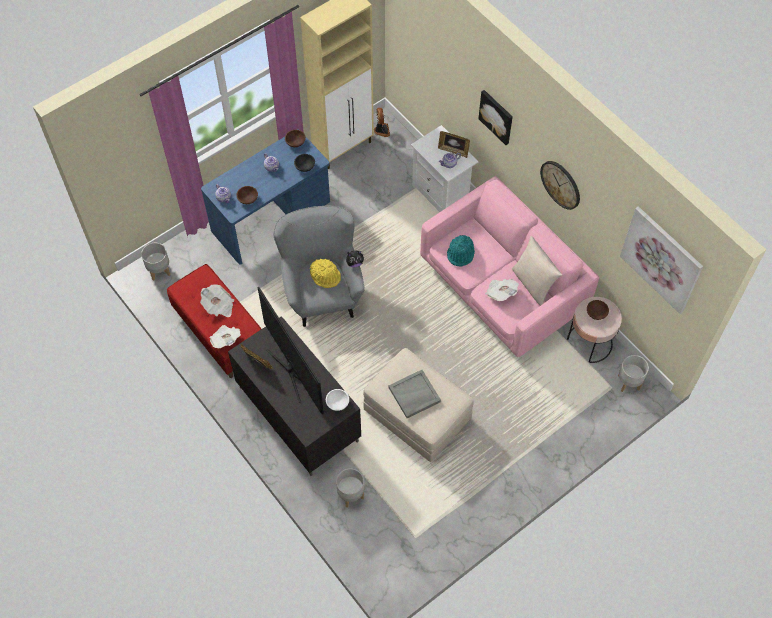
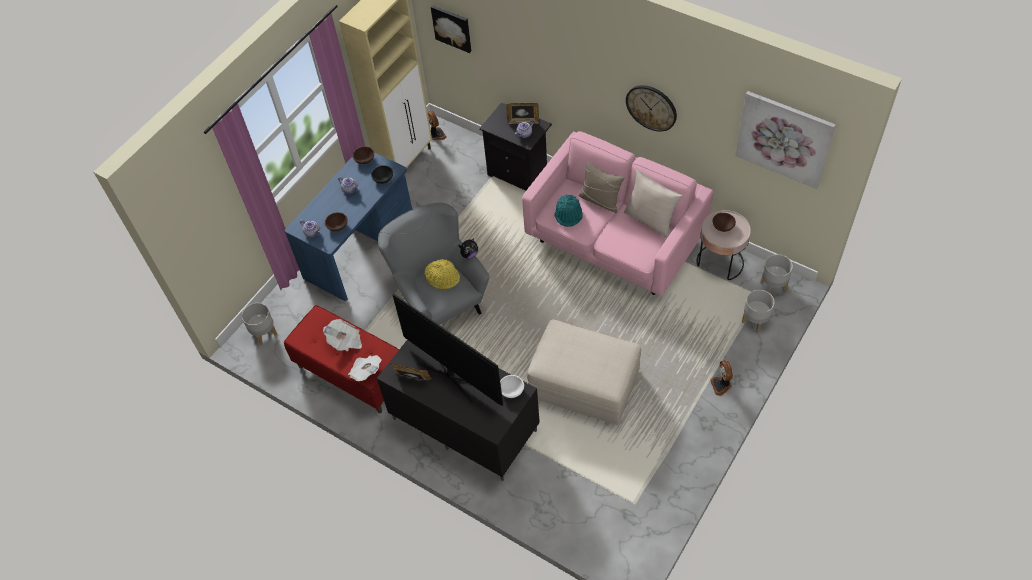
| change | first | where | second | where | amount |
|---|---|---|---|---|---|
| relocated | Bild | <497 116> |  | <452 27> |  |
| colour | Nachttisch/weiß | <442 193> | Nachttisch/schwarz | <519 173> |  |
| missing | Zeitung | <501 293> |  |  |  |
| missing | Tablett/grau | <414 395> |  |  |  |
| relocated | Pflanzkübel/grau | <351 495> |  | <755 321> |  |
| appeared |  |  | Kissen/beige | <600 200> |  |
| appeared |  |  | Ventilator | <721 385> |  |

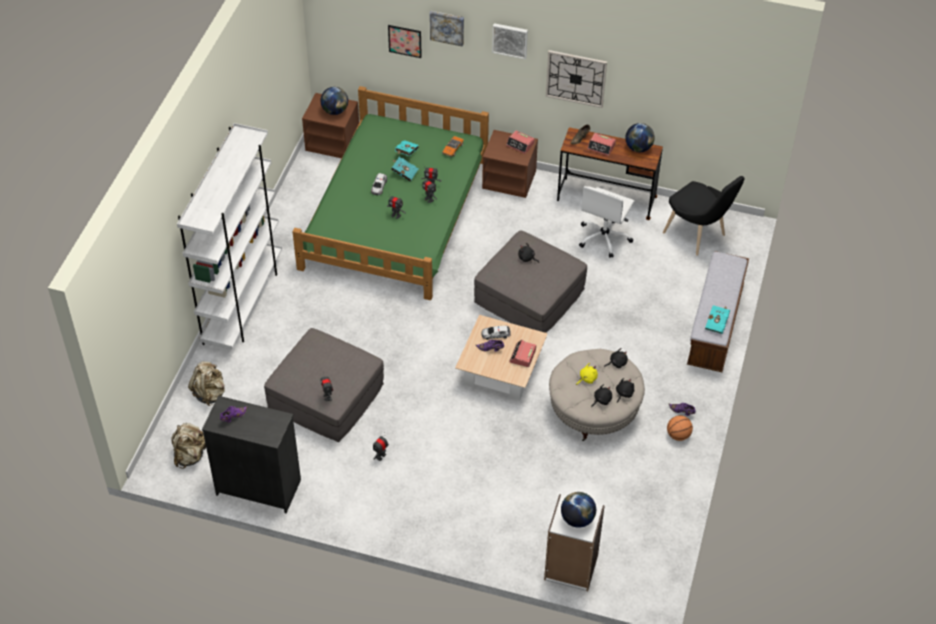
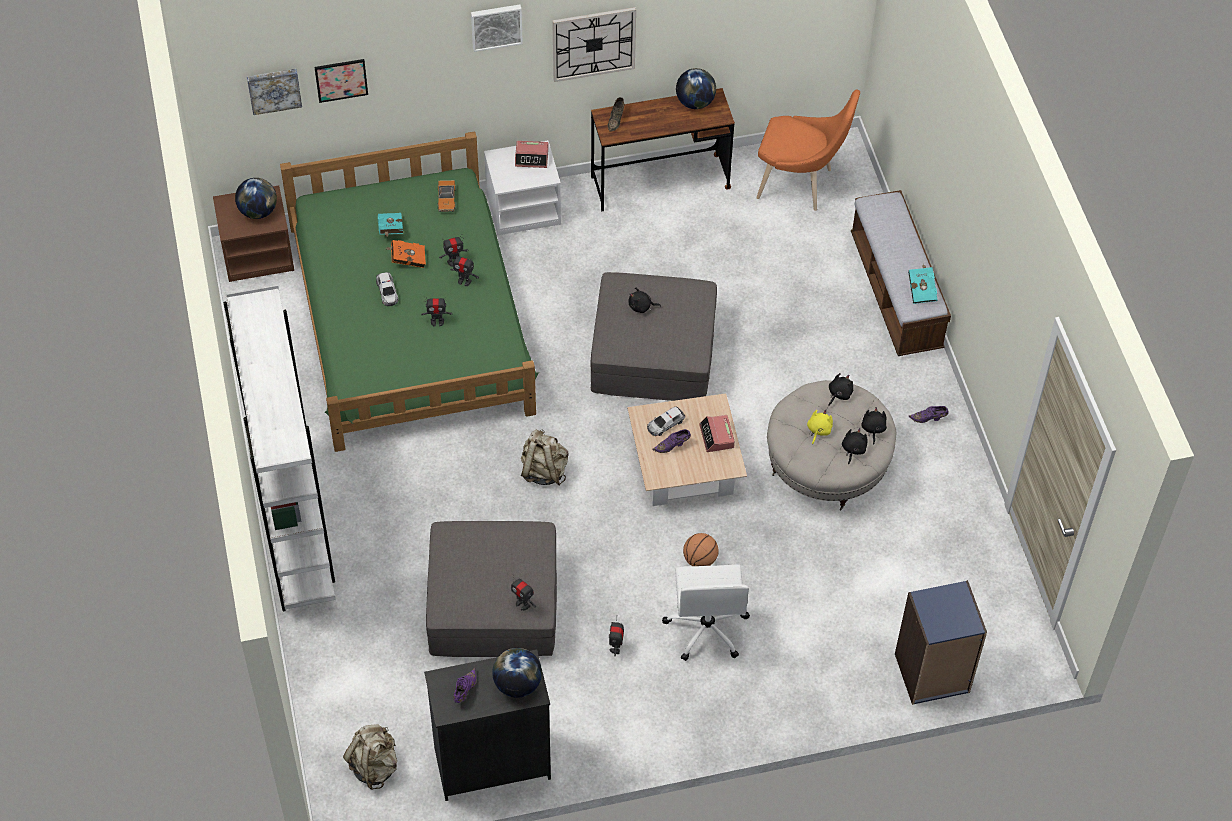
| change | first | where | second | where | amount |
|---|---|---|---|---|---|
| relocated | Bild | <447 27> |  | <274 89> |  |
| colour | Nachttisch/braun | <510 180> | Nachttisch/weiß | <524 208> |  |
| missing | Wecker | <601 147> |  |  |  |
| colour | Buch/türkis | <404 173> | Buch/orange | <407 259> |  |
| colour | Stuhl/schwarz | <697 236> | Stuhl/orange | <800 184> |  |
| relocated | Bürostuhl/weiß | <604 238> |  | <707 628> |  |
| relocated | Rucksack/beige | <209 393> |  | <544 470> |  |
| relocated | Basketball | <678 435> |  | <700 560> |  |
| relocated | Globus | <577 519> |  | <517 684> |  |
| colour | Bücherregal/weiß | <570 568> | Bücherregal/blau | <932 674> |  |

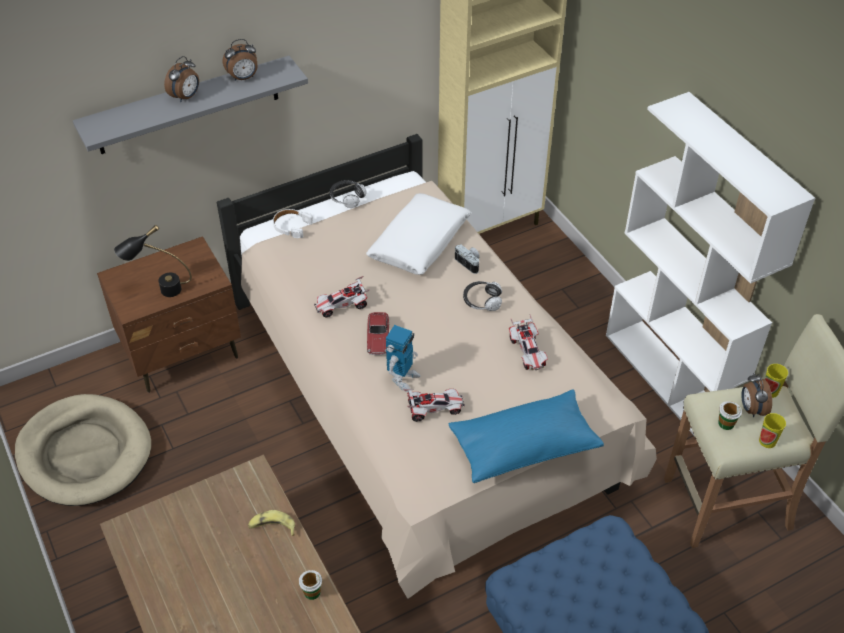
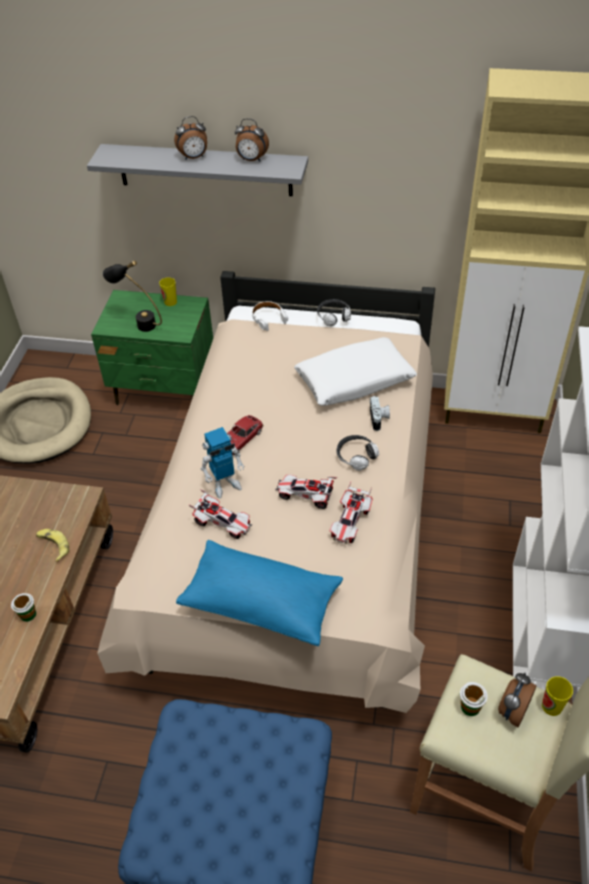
| change | first | where | second | where | amount |
|---|---|---|---|---|---|
| colour | Nachttisch/braun | <183 352> | Nachttisch/grün | <165 389> |  |
| relocated | Spielzeugauto | <342 306> |  | <306 496> |  |
| relocated | Tasse | <767 441> |  | <170 302> |  |

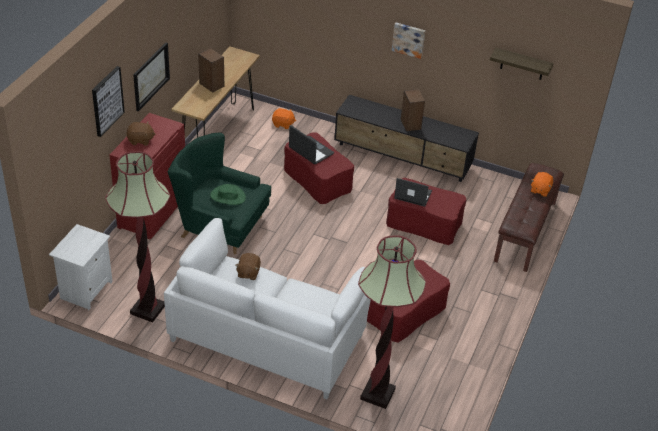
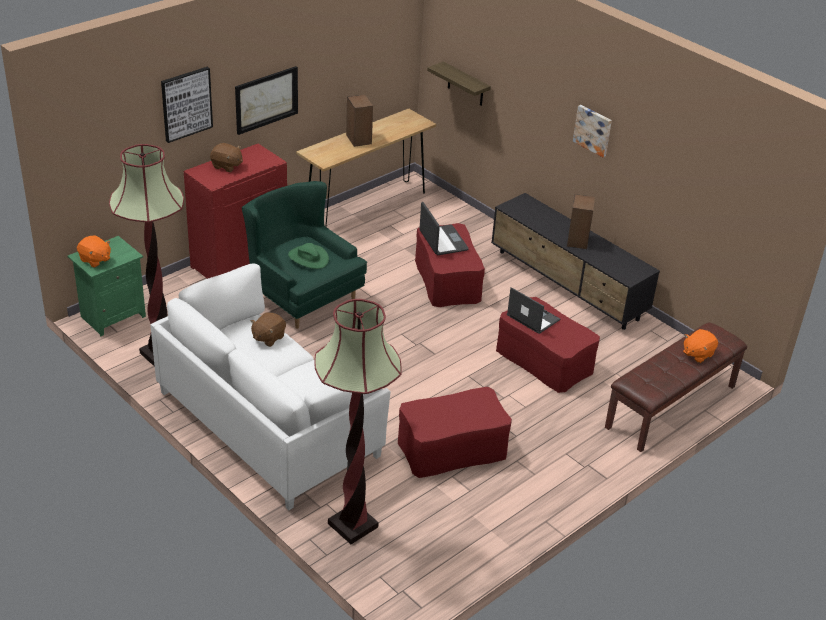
| change | first | where | second | where | amount |
|---|---|---|---|---|---|
| relocated | Wandregal | <522 64> |  | <465 85> |  |
| relocated | Plüschtier/orange | <283 124> |  | <95 260> |  |
| colour | Nachttisch/weiß | <85 290> | Nachttisch/grün | <112 316> |  |

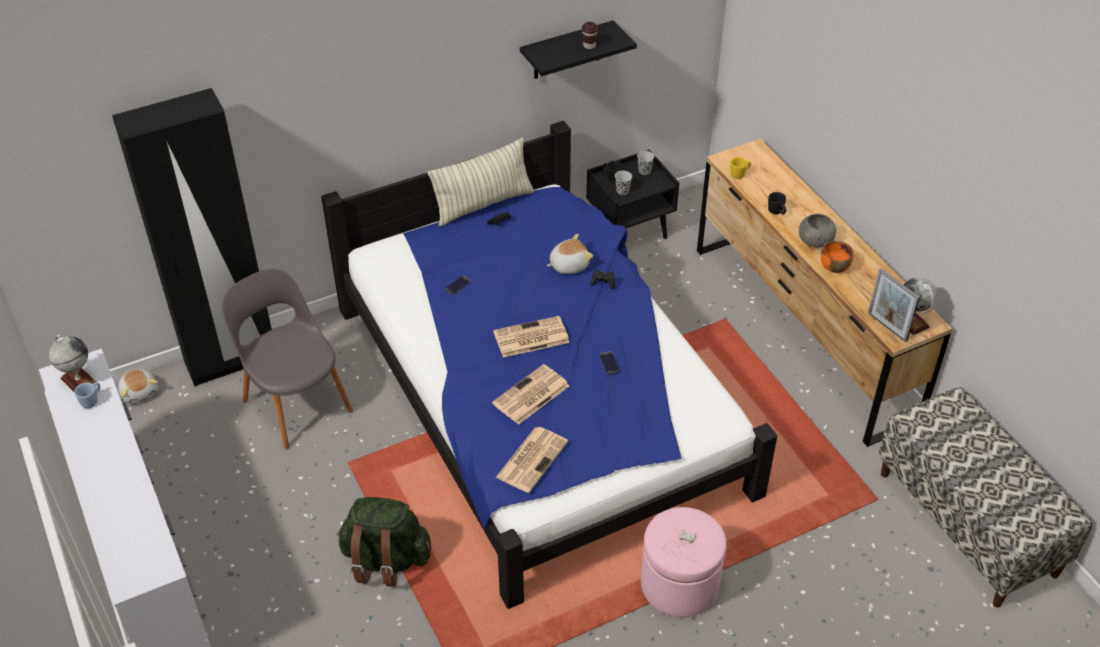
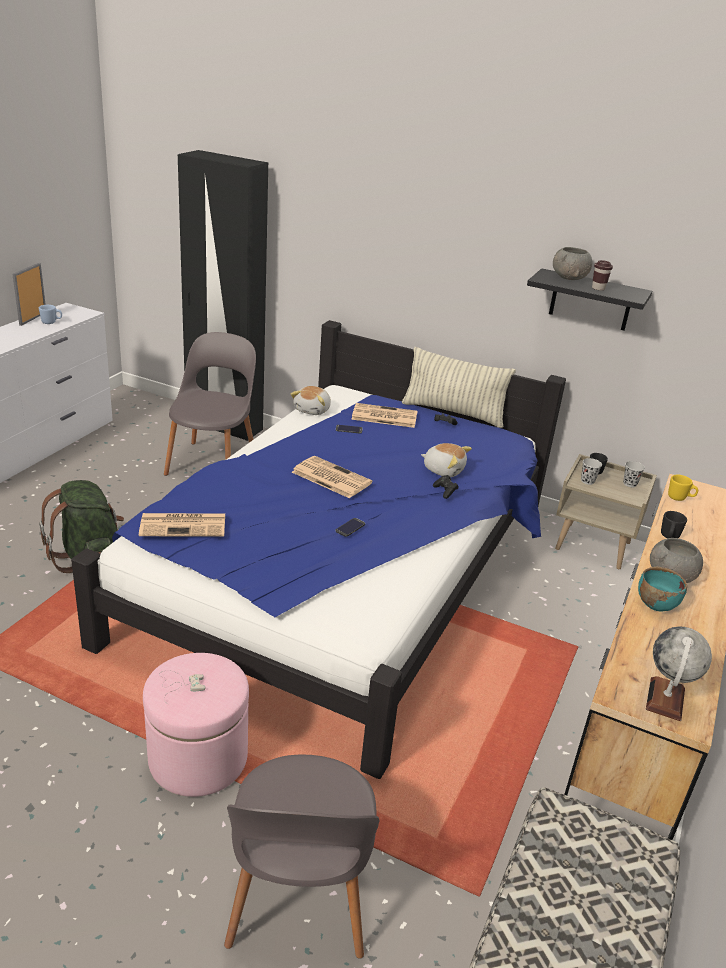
| change | first | where | second | where | amount |
|---|---|---|---|---|---|
| colour | Nachttisch/schwarz | <629 232> | Nachttisch/beige | <594 546> |  |
| colour | Schüssel/orange | <834 267> | Schüssel/türkis | <656 603> |  |
| relocated | Bilderrahmen | <887 327> |  | <33 318> |  |
| missing | Globus | <79 381> |  |  |  |
| relocated | Zeitung | <530 396> |  | <383 416> |  |
| relocated | Plüschtier | <140 392> |  | <313 410> |  |
| appeared |  |  | Schüssel/grau | <569 278> |  |
| appeared |  |  | Stuhl/grau | <298 896> |  |

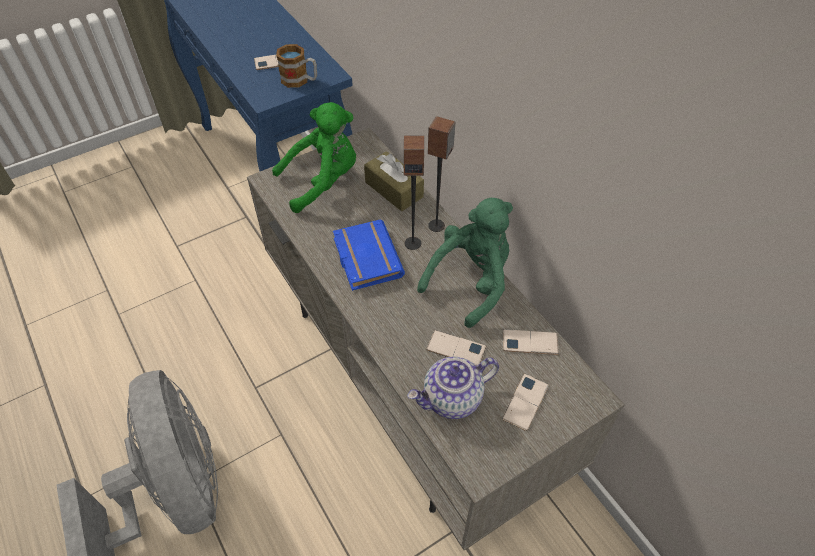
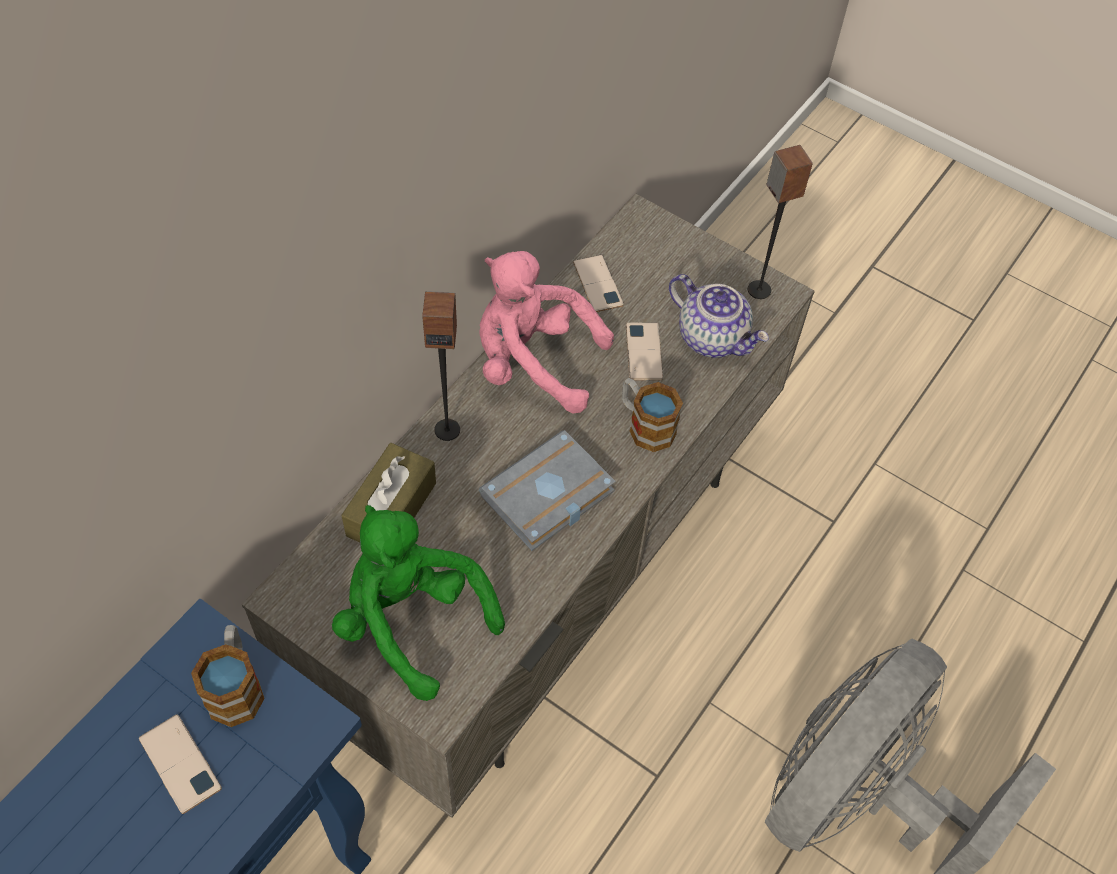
| change | first | where | second | where | amount |
|---|---|---|---|---|---|
| relocated | Lautsprecher | <413 243> |  | <758 290> |  |
| colour | Plüschtier/grün | <471 282> | Plüschtier/rosa | <533 363> |  |
| colour | Buch/blau | <365 258> | Buch/grau | <548 498> |  |
| missing | Handy | <525 402> |  |  |  |
| appeared |  |  | Henkelbecher | <645 425> |  |

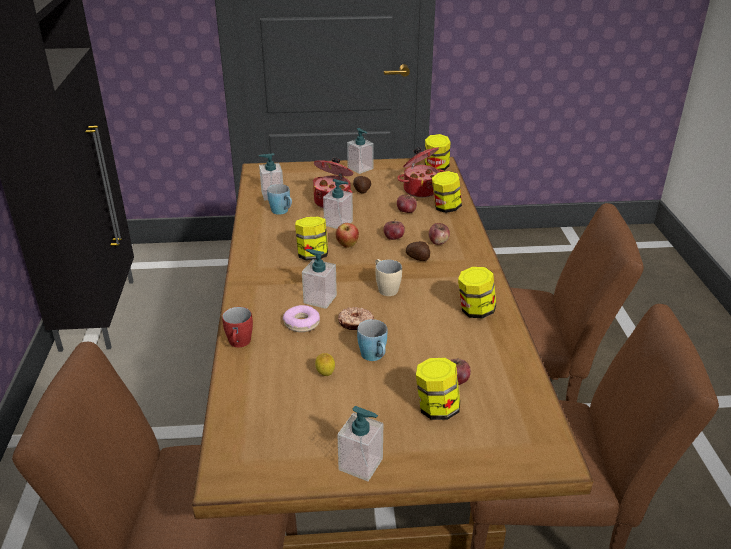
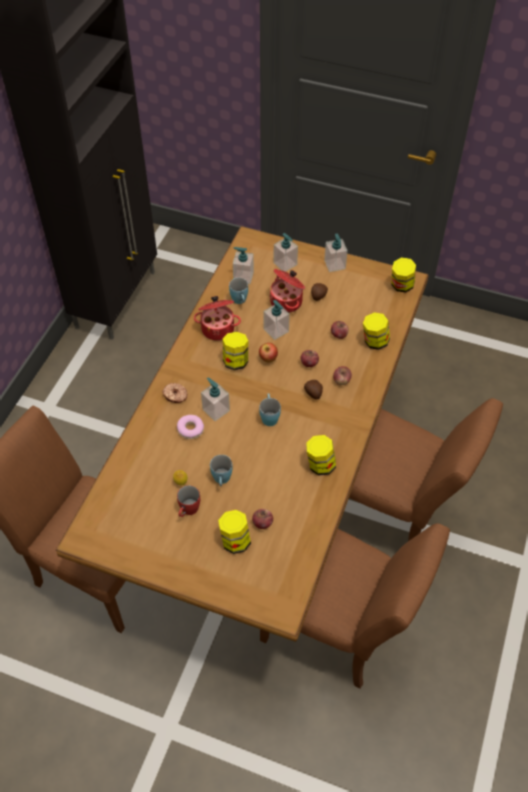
| change | first | where | second | where | amount |
|---|---|---|---|---|---|
| relocated | Kochtopf | <420 190> |  | <218 328> |  |
| colour | Henkelbecher/beige | <385 288> | Henkelbecher/blau | <269 416> |  |
| relocated | Henkelbecher/rot | <239 344> |  | <188 511> |  |
| relocated | Donut | <355 323> |  | <175 396> |  |
| relocated | Seifenspender | <361 464> |  | <285 264> |  |

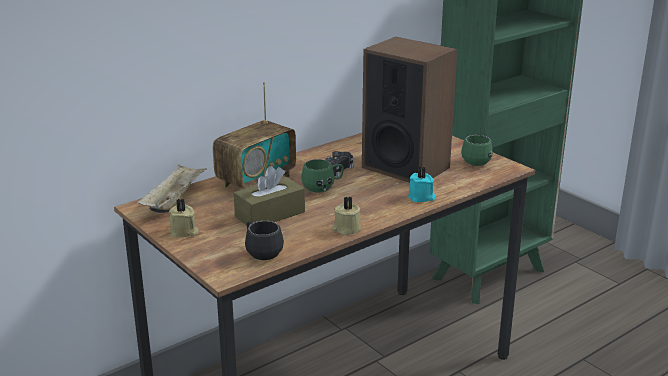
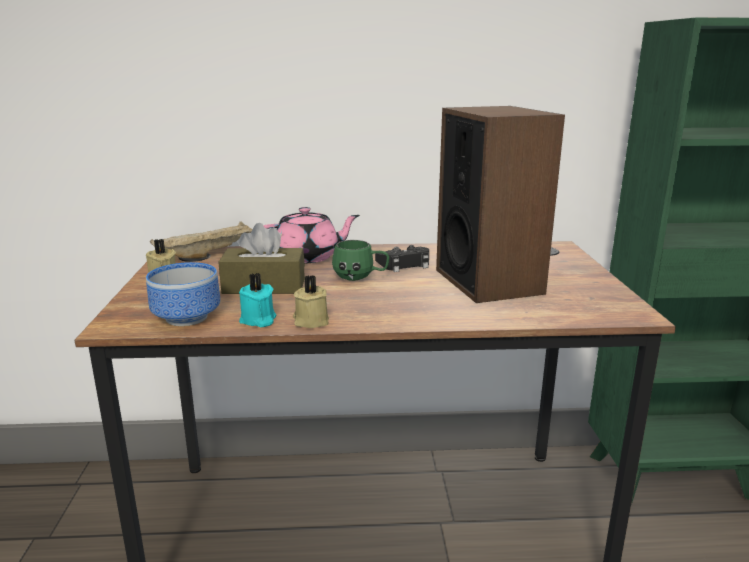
| change | first | where | second | where | amount |
|---|---|---|---|---|---|
| exchanged | Radio | <256 181> | Teekanne/rosa | <308 257> |  |
| missing | Henkelbecher/grün | <477 161> |  |  |  |
| relocated | Kerze/türkis | <421 197> |  | <258 320> |  |
| exchanged | Henkelbecher/schwarz | <261 253> | Schüssel | <185 317> |  |

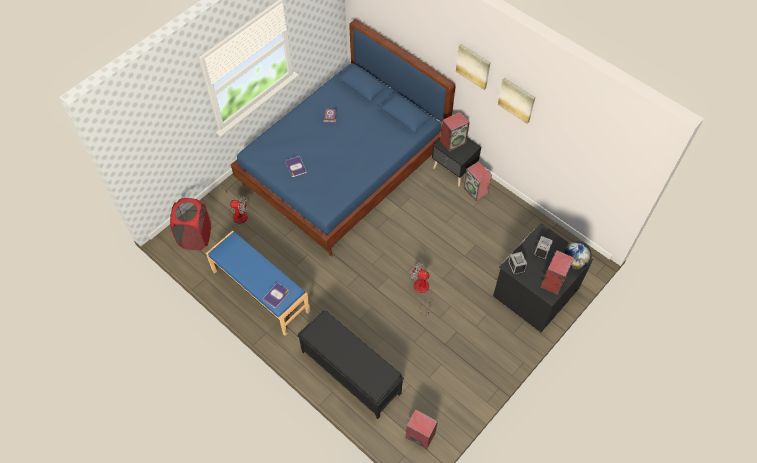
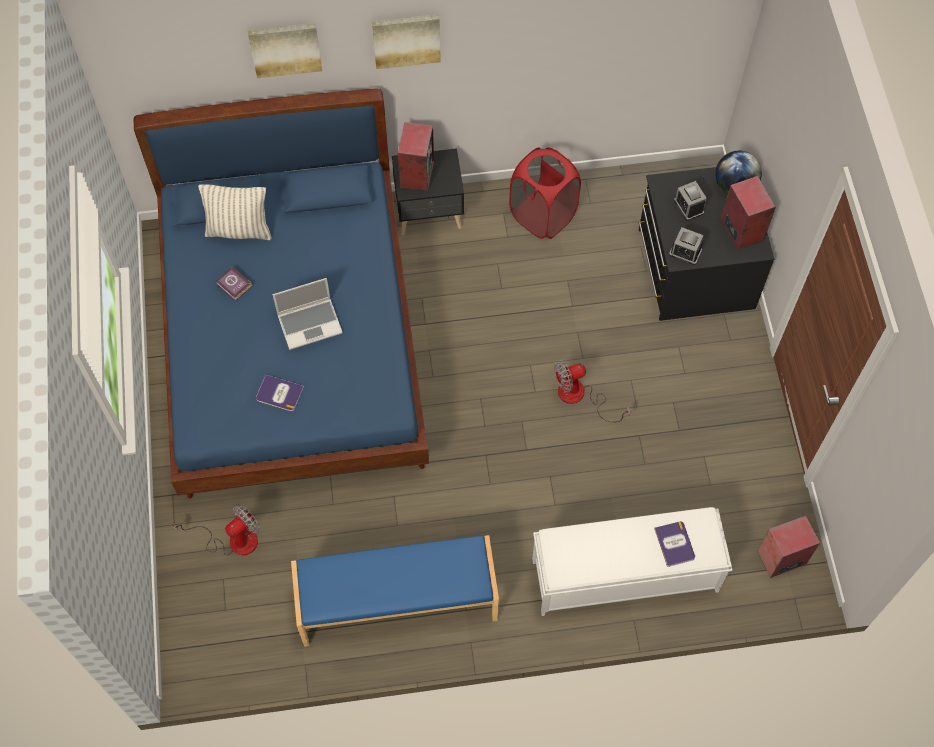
| change | first | where | second | where | amount |
|---|---|---|---|---|---|
| relocated | Bild | <517 100> |  | <285 48> |  |
| missing | Lautsprecher | <476 190> |  |  |  |
| relocated | Wäschekorb/rot | <195 237> |  | <542 216> |  |
| relocated | Buch | <276 295> |  | <674 544> |  |
| colour | Bank/schwarz | <350 371> | Bank/weiß | <623 575> |  |
| appeared |  |  | Kissen | <239 230> |  |
| appeared |  |  | Laptop | <310 323> |  |

